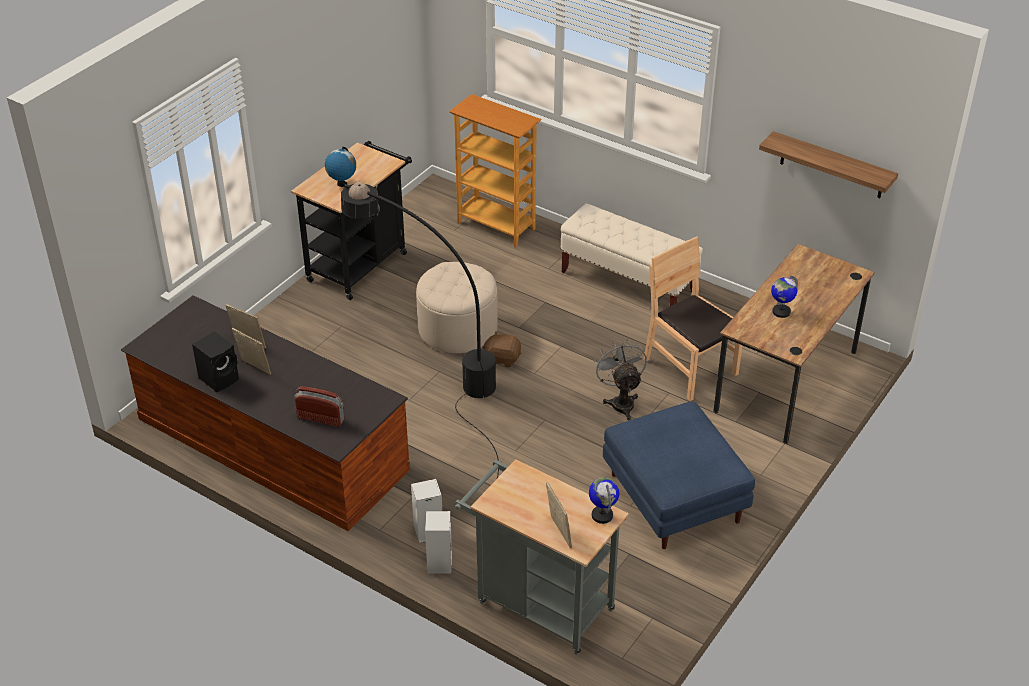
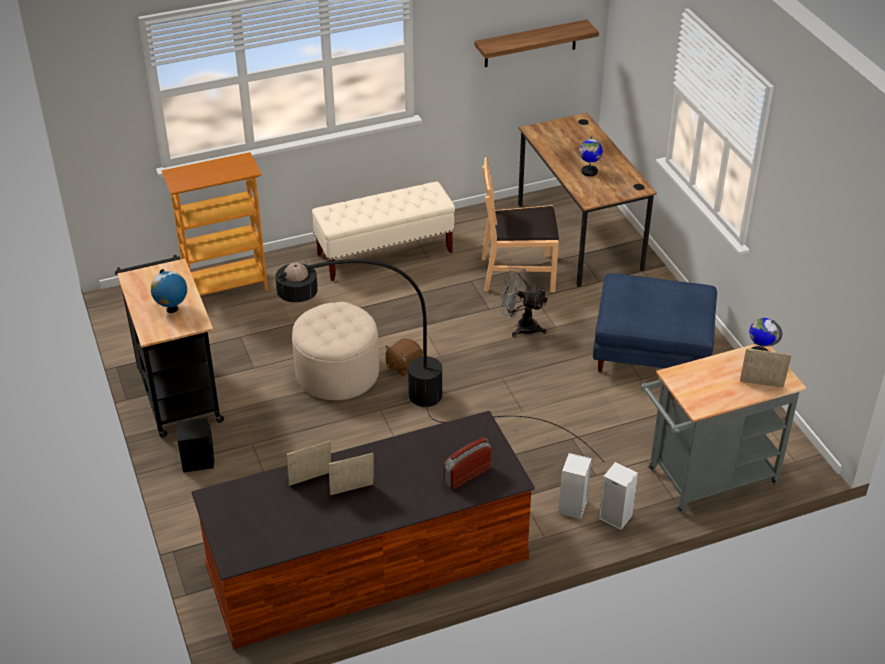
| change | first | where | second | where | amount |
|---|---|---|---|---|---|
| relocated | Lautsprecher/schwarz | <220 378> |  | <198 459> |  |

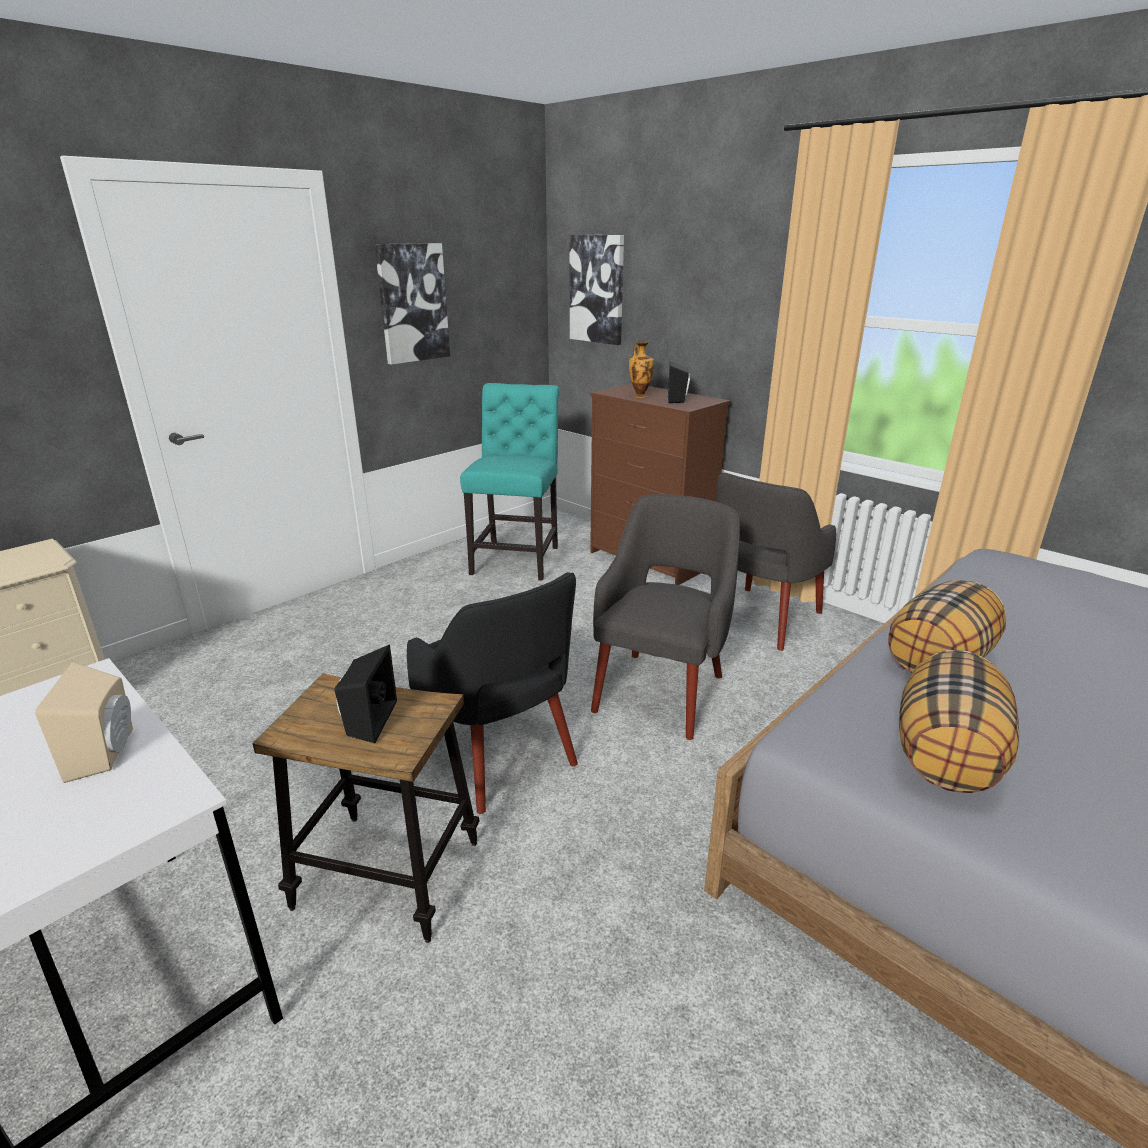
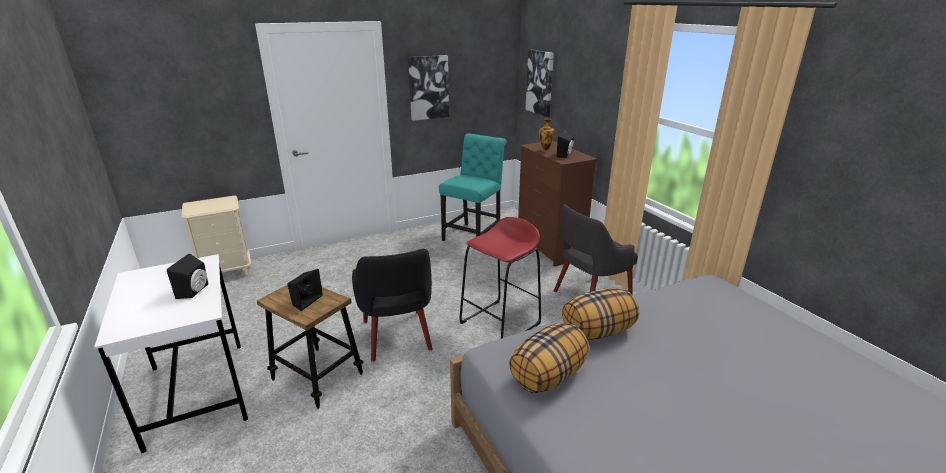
| change | first | where | second | where | amount |
|---|---|---|---|---|---|
| exchanged | Sessel/grau | <660 691> | Hocker/rot | <500 323> |  |
| colour | Lautsprecher/beige | <108 752> | Lautsprecher/schwarz | <195 291> |  |

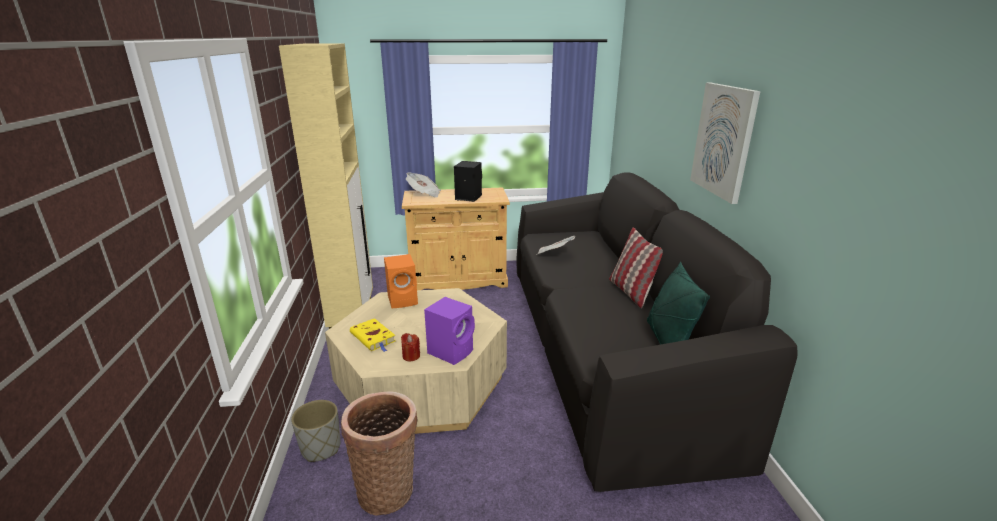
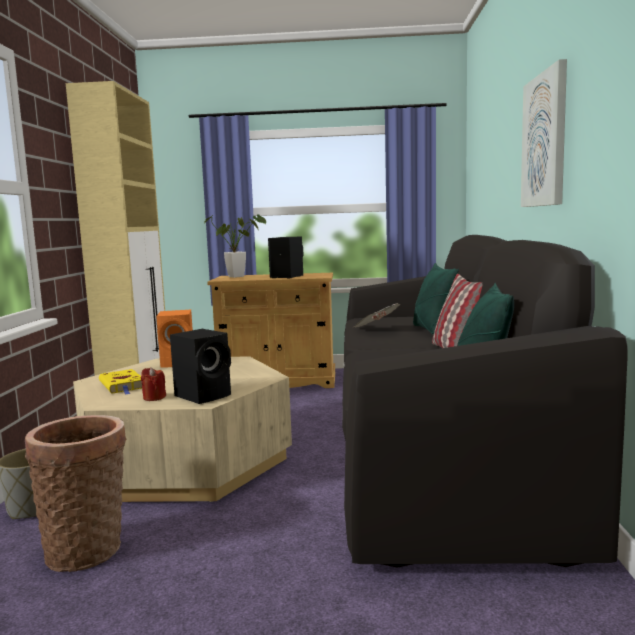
| change | first | where | second | where | amount |
|---|---|---|---|---|---|
| exchanged | Zeitung | <424 194> | Topfpflanze | <239 276> |  |
| colour | Lautsprecher/lila | <452 351> | Lautsprecher/schwarz | <204 395> |  |
| appeared |  |  | Kissen/grün | <432 330> |  |

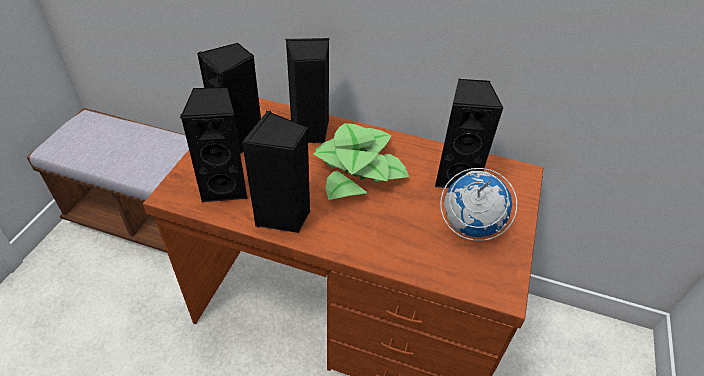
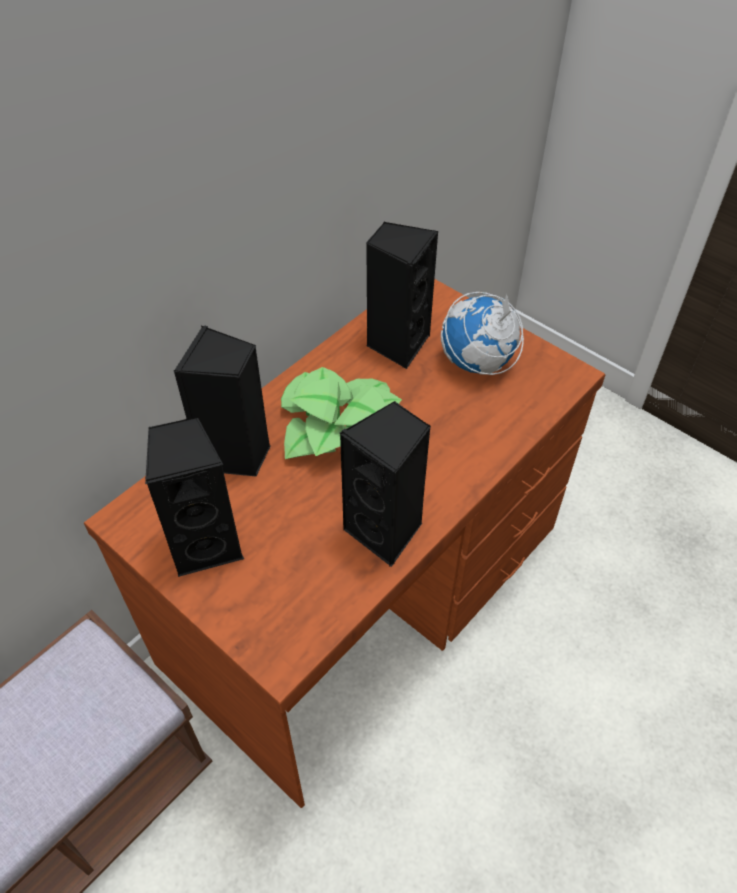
| change | first | where | second | where | amount |
|---|---|---|---|---|---|
| missing | Lautsprecher/schwarz | <226 186> |  |  |  |

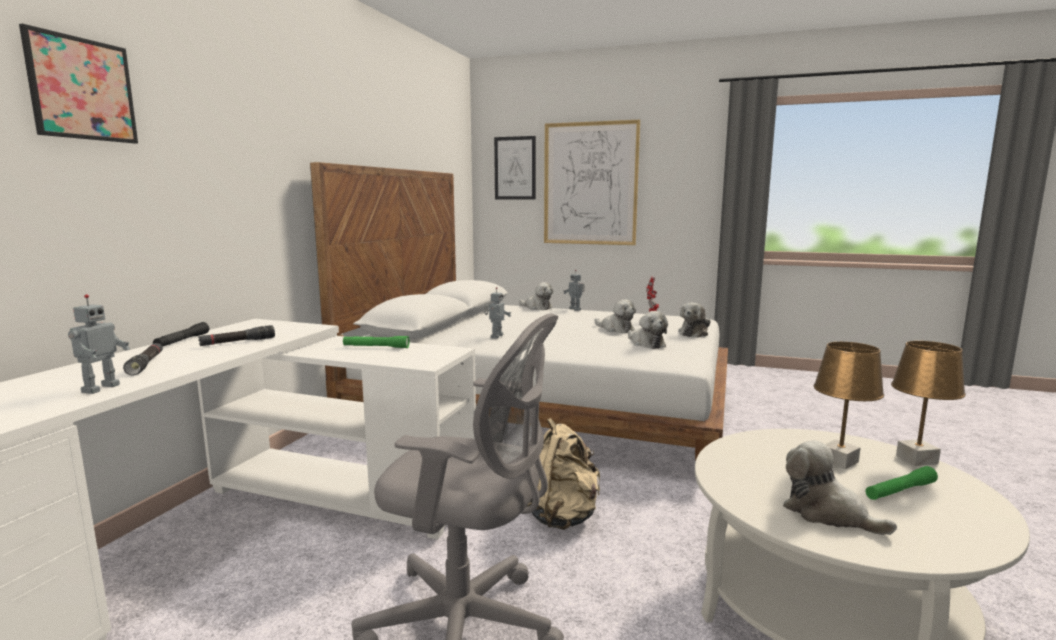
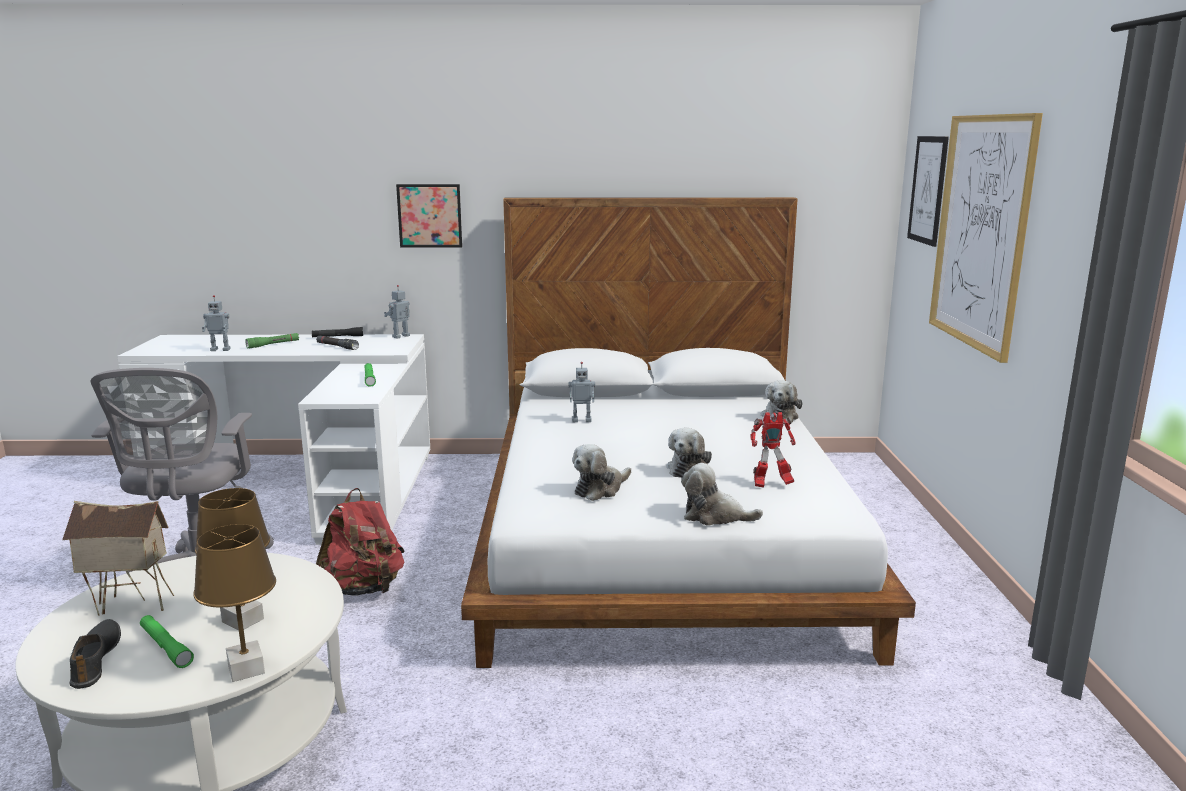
| change | first | where | second | where | amount |
|---|---|---|---|---|---|
| relocated | Bild | <82 89> |  | <429 216> |  |
| relocated | Spielzeugroboter | <575 309> |  | <401 336> |  |
| colour | Taschenlampe/schwarz | <146 364> | Taschenlampe/grün | <273 344> |  |
| colour | Rucksack/beige | <563 517> | Rucksack/rot | <364 589> |  |
| exchanged | Plüschtier | <827 513> | Spielzeughaus | <129 606> |  |
| appeared |  |  | Schuh/schwarz | <97 659> |  |

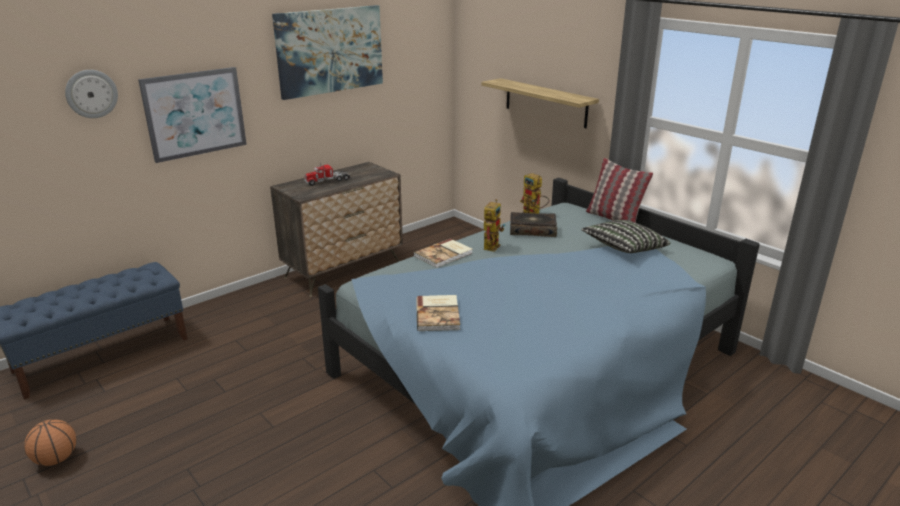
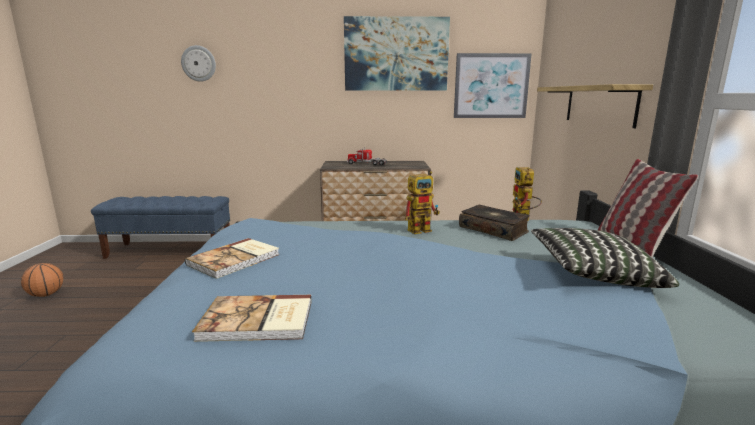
| change | first | where | second | where | amount |
|---|---|---|---|---|---|
| relocated | Bild | <195 113> |  | <491 86> |  |
| relocated | Buch | <444 255> |  | <258 321> |  |

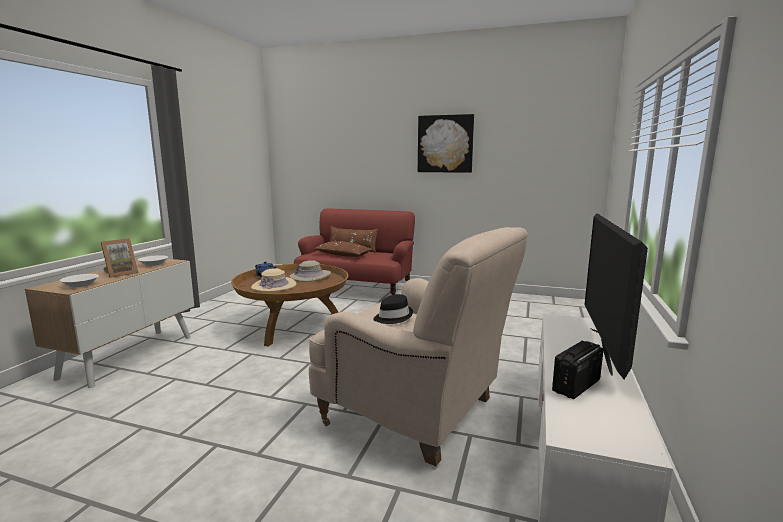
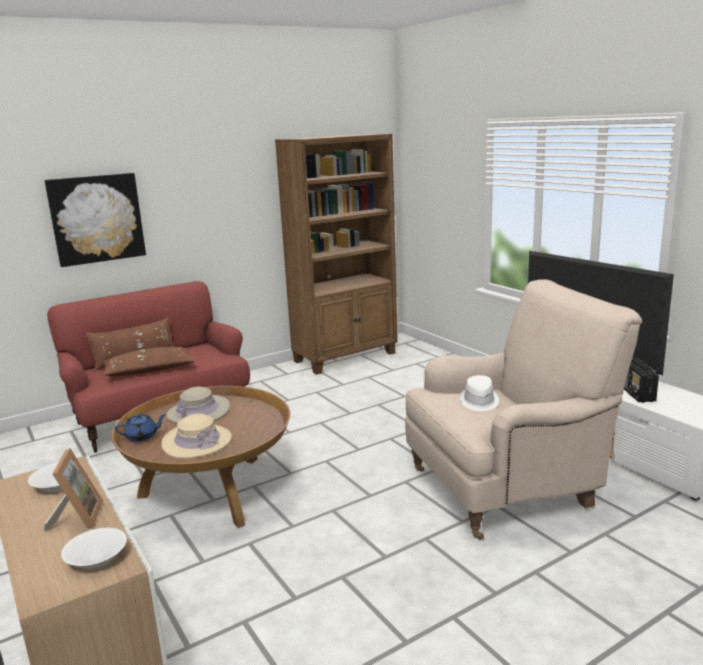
| change | first | where | second | where | amount |
|---|---|---|---|---|---|
| relocated | Bild | <445 144> |  | <97 219> |  |
| colour | Hut/schwarz | <392 317> | Hut/weiß | <479 401> |  |
| appeared |  |  | Bücherregal/braun | <346 357> |  |

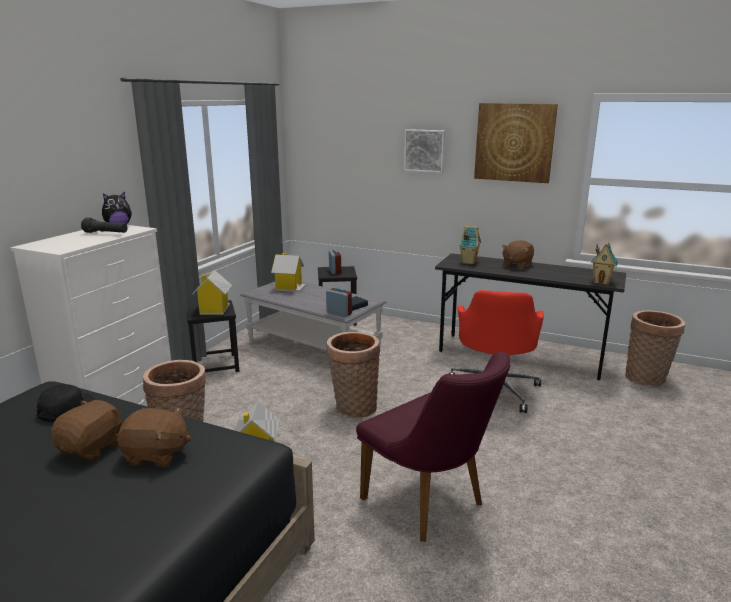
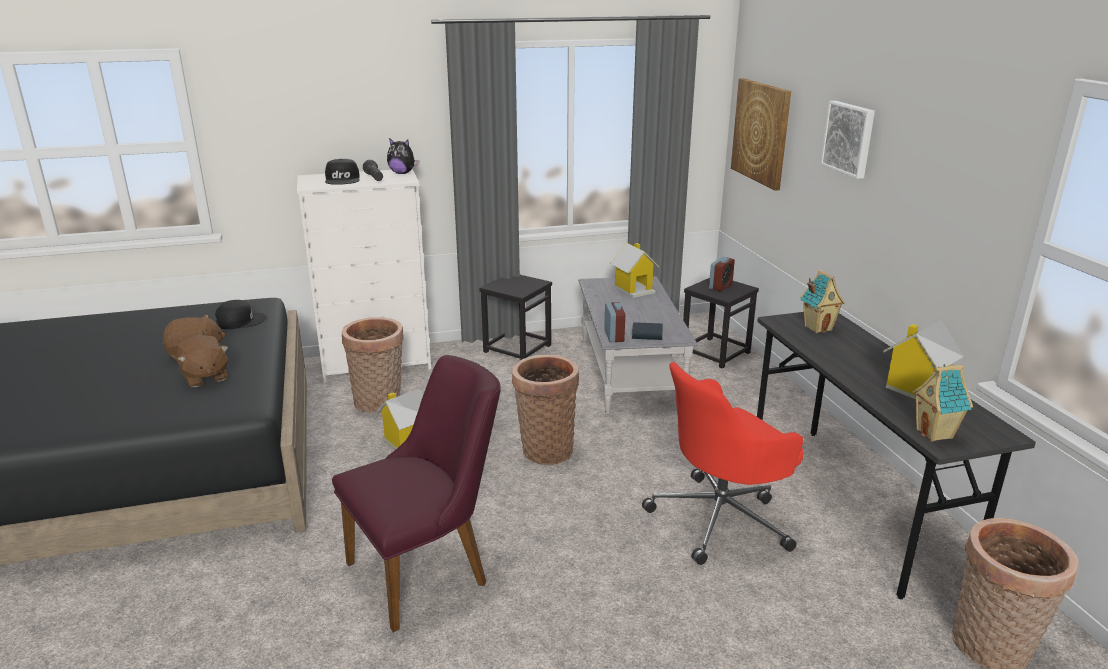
| change | first | where | second | where | amount |
|---|---|---|---|---|---|
| relocated | Bild | <514 142> |  | <761 132> |  |
| missing | Plüschtier/braun | <516 265> |  |  |  |
| relocated | Spielzeughaus | <214 310> |  | <915 388> |  |
| spun | Stuhl/lila | <430 505> |  | <429 569> | 135 degrees counterclockwise |
| appeared |  |  | Kappe/schwarz | <343 179> |  |

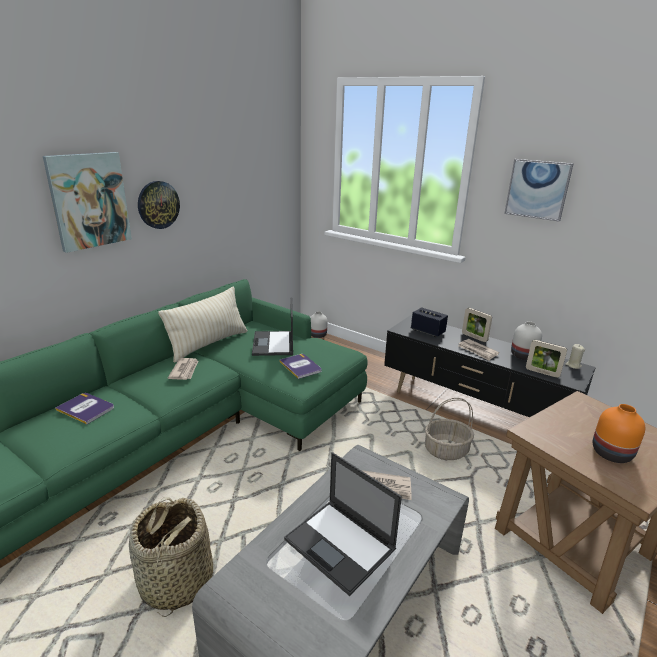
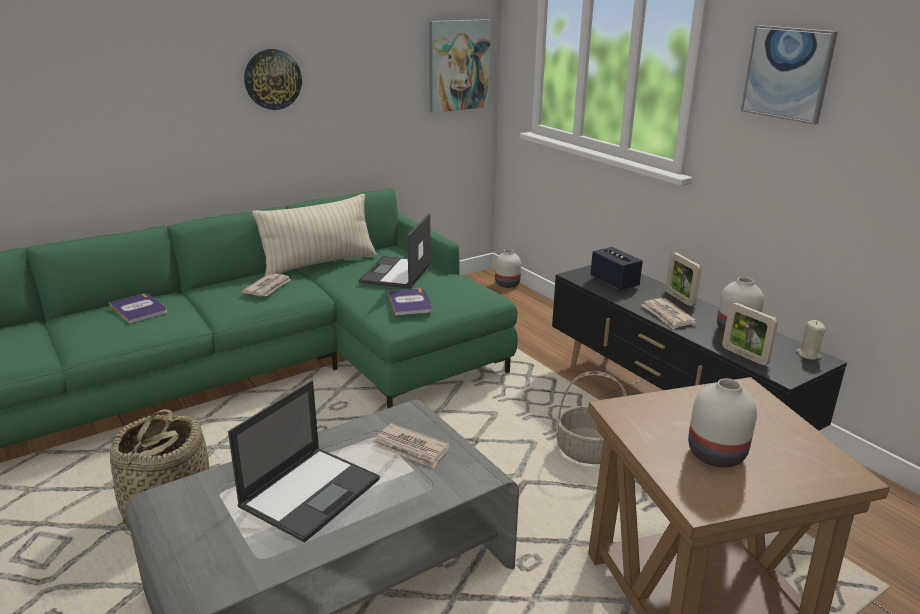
| change | first | where | second | where | amount |
|---|---|---|---|---|---|
| relocated | Bild | <89 201> |  | <458 65> |  |
| colour | Vase/orange | <612 453> | Vase/weiß | <718 454> |  |
| spun | Laptop | <341 545> |  | <311 492> | 120 degrees counterclockwise |

